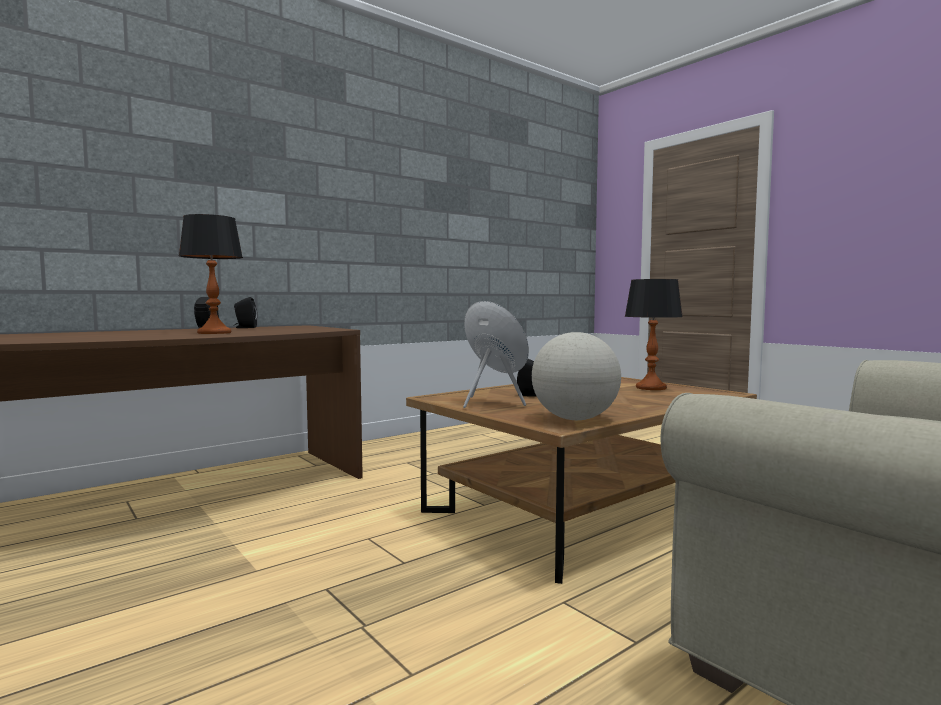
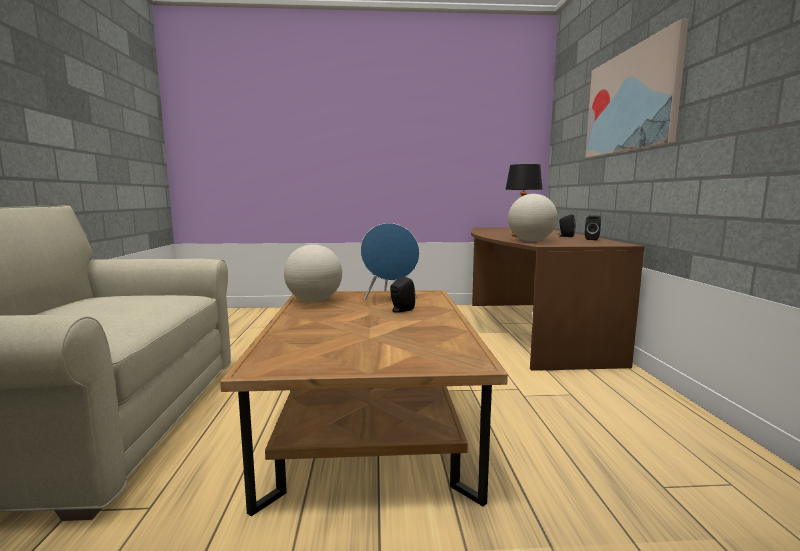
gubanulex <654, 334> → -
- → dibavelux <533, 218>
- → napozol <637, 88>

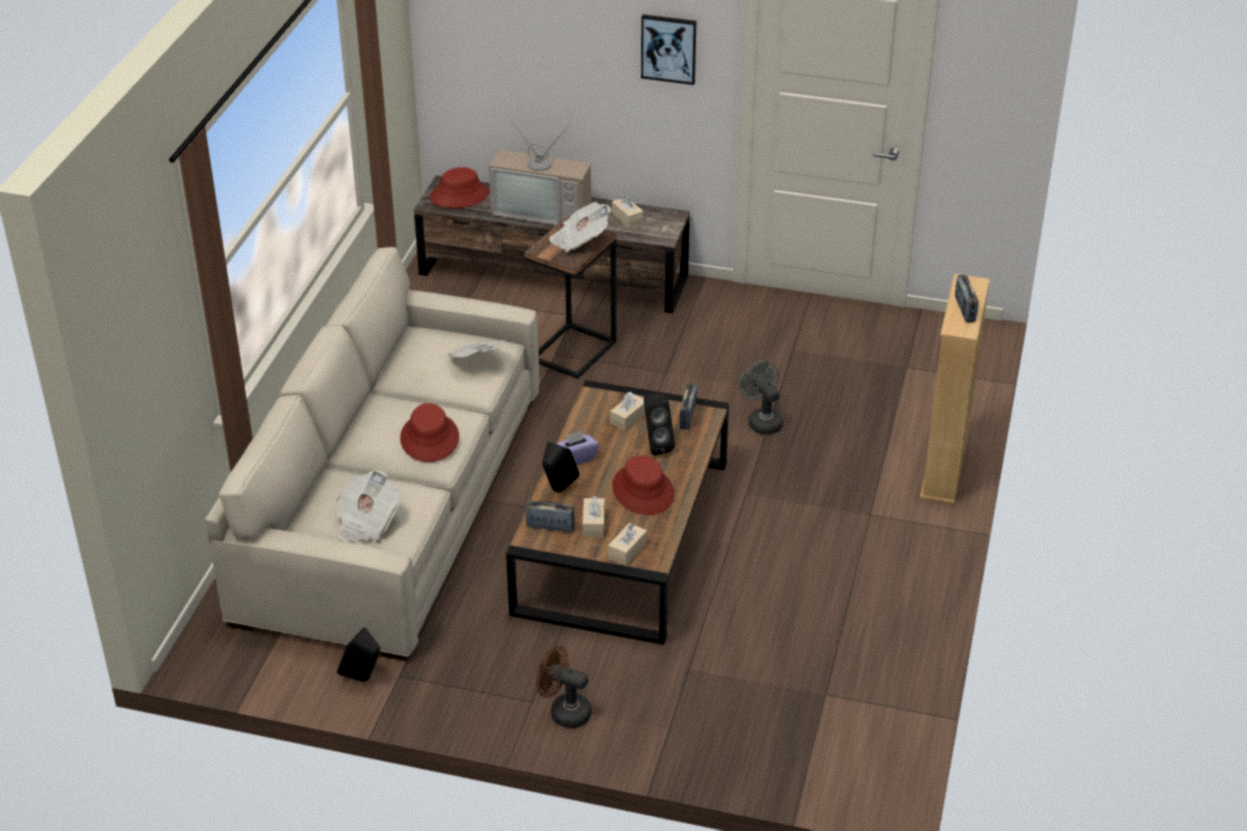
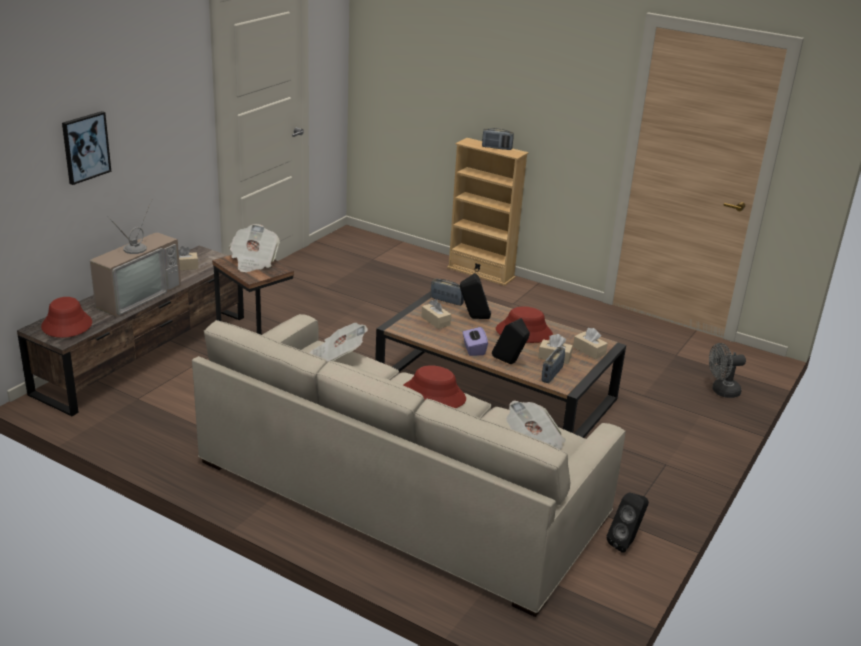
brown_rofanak <564, 686> → -
napozol <668, 49> → napozol <86, 148>, shifted
grey_rofanak <761, 398> → grey_rofanak <727, 370>, shifted

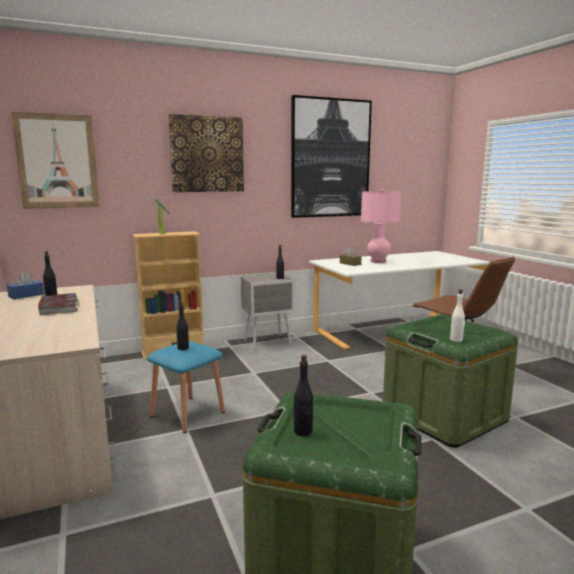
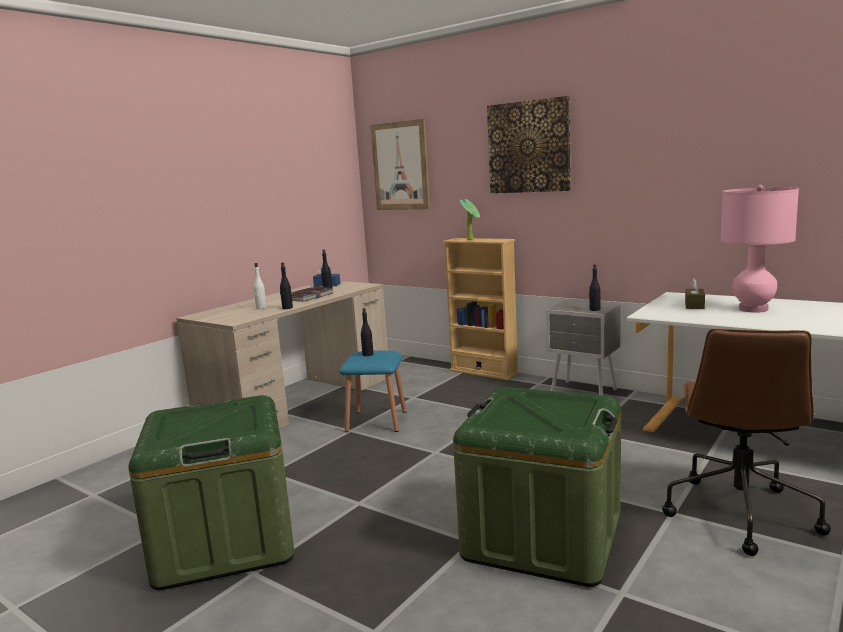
napozol <331, 156> → -
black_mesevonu <303, 395> → black_mesevonu <286, 285>, shifted
white_mesevonu <457, 315> → white_mesevonu <260, 286>, shifted

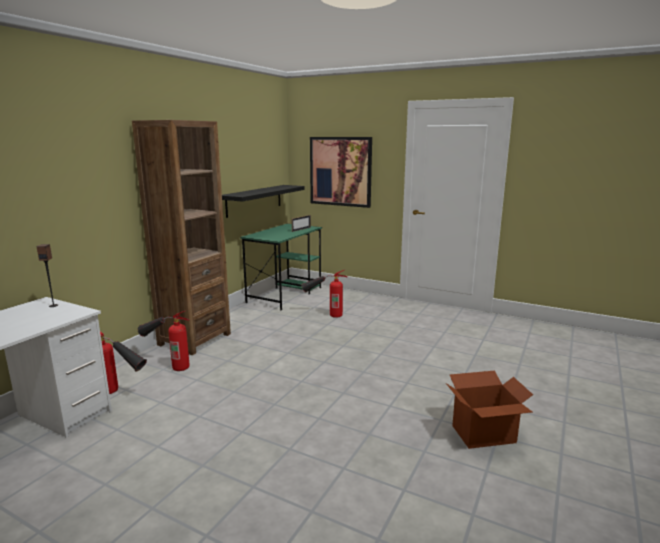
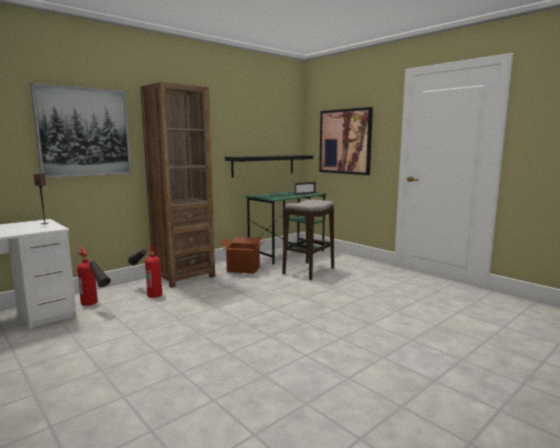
- → napozol <80, 130>
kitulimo <489, 410> → kitulimo <242, 255>, shifted
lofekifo <324, 294> → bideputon <308, 240>

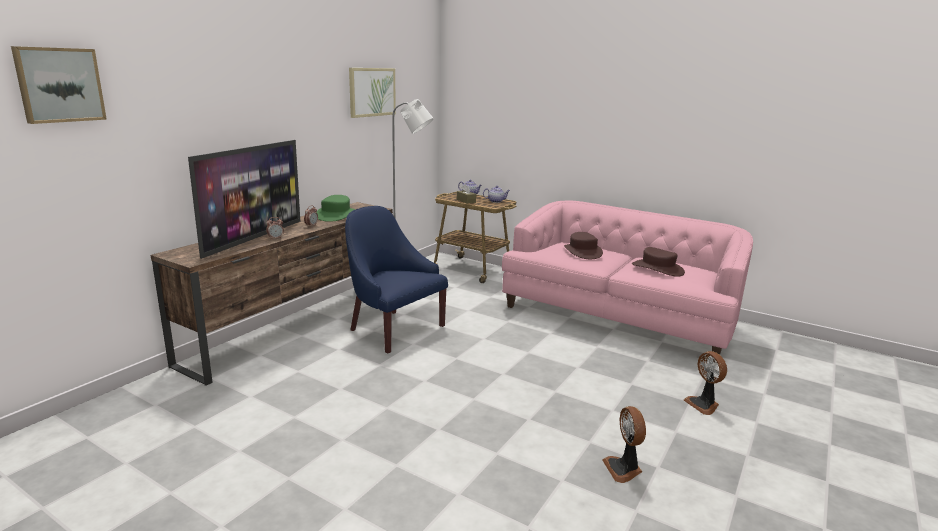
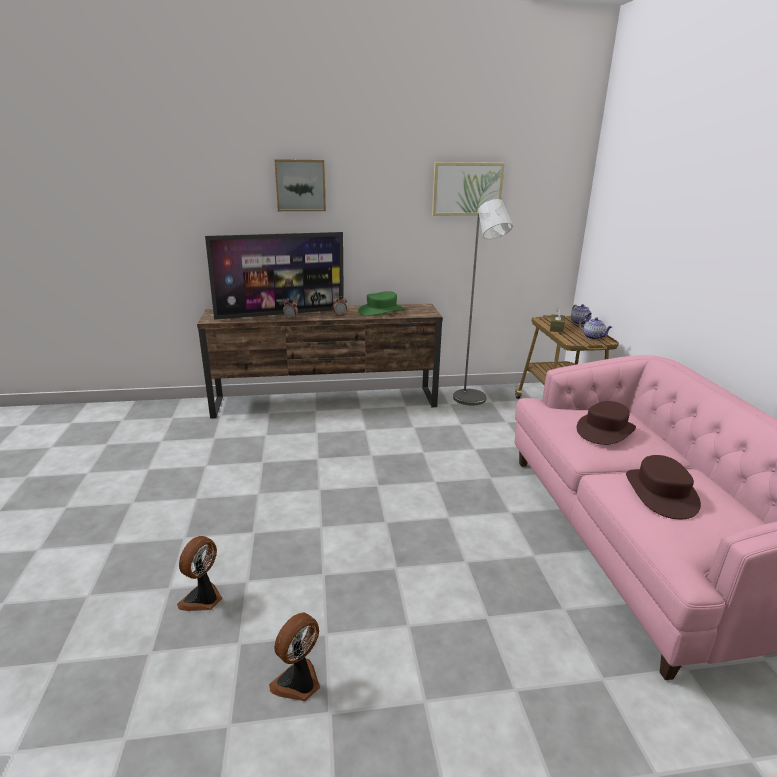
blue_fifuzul <396, 280> → -
napozol <59, 85> → napozol <300, 185>, shifted
rofanak <705, 383> → rofanak <199, 573>, shifted

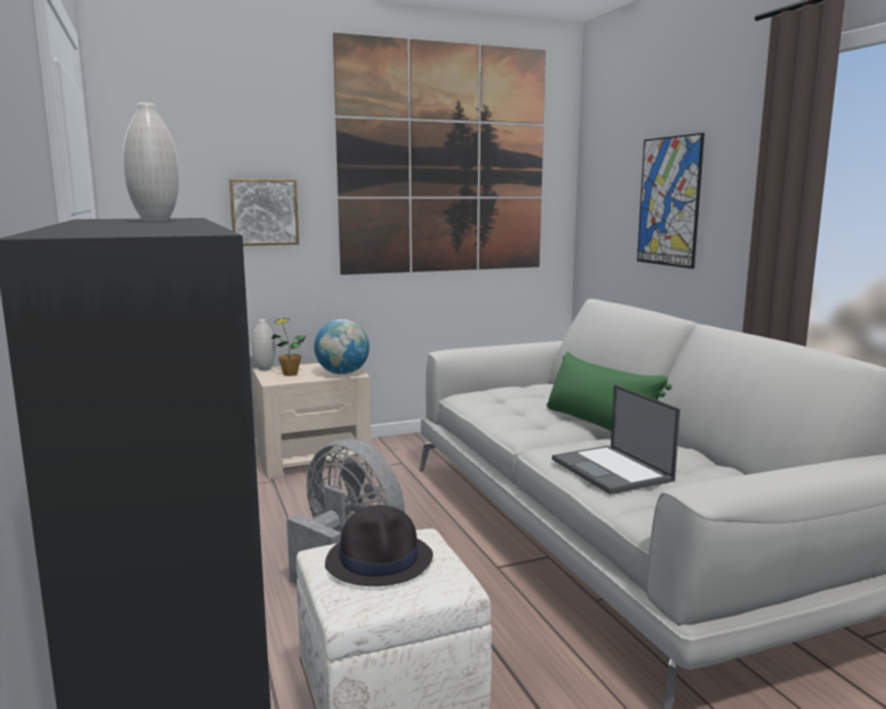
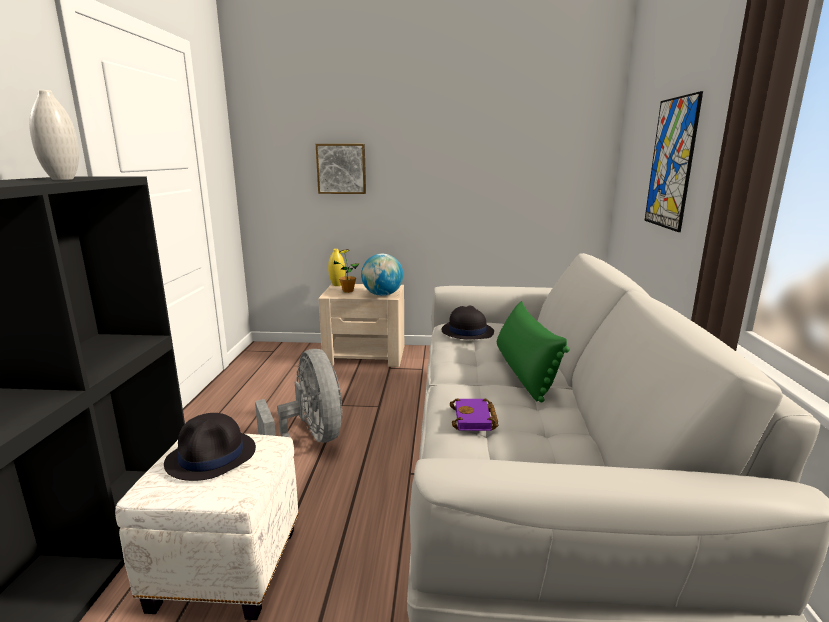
napozol <439, 154> → -
- → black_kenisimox <467, 323>
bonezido <616, 440> → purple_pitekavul <474, 414>
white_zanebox <263, 345> → yellow_zanebox <336, 267>

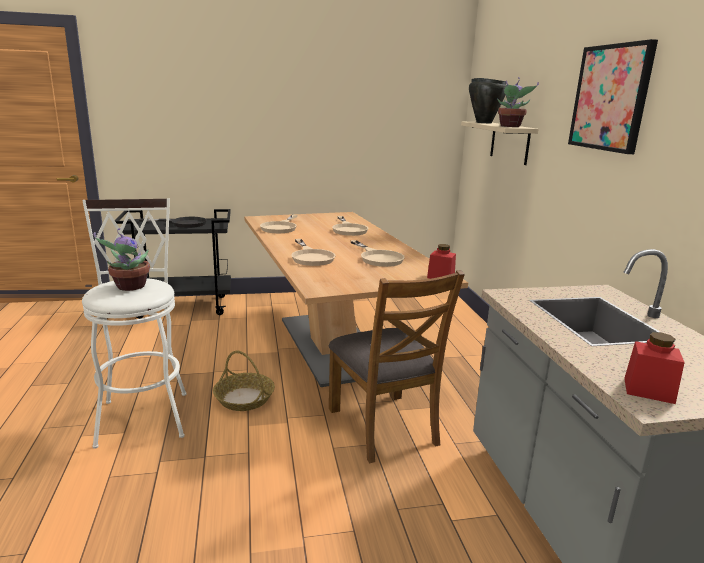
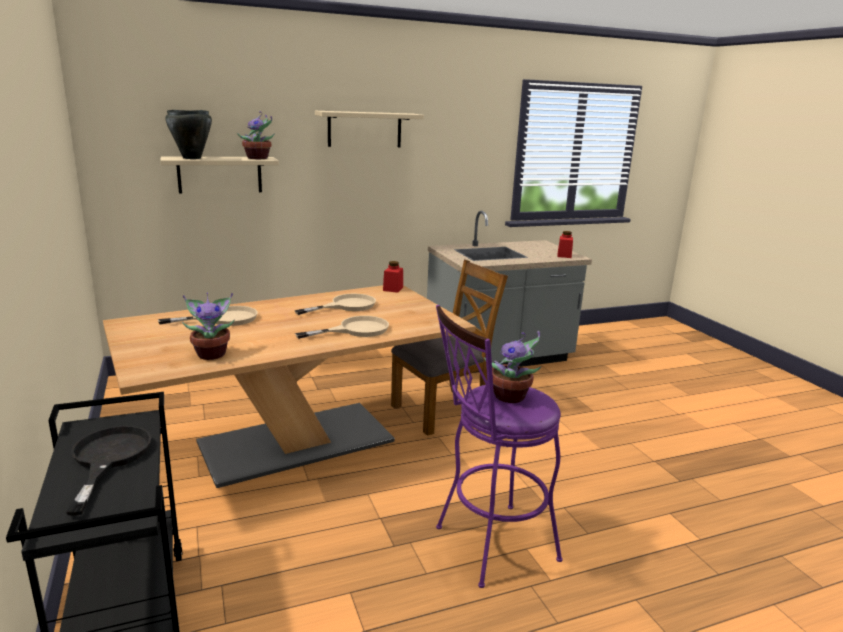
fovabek <244, 381> → -
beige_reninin <278, 224> → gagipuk <208, 326>
napozol <613, 96> → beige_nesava <369, 129>
white_bideputon <134, 324> → purple_bideputon <499, 446>

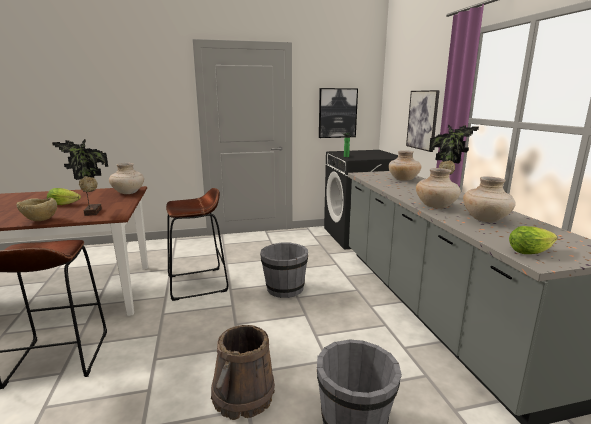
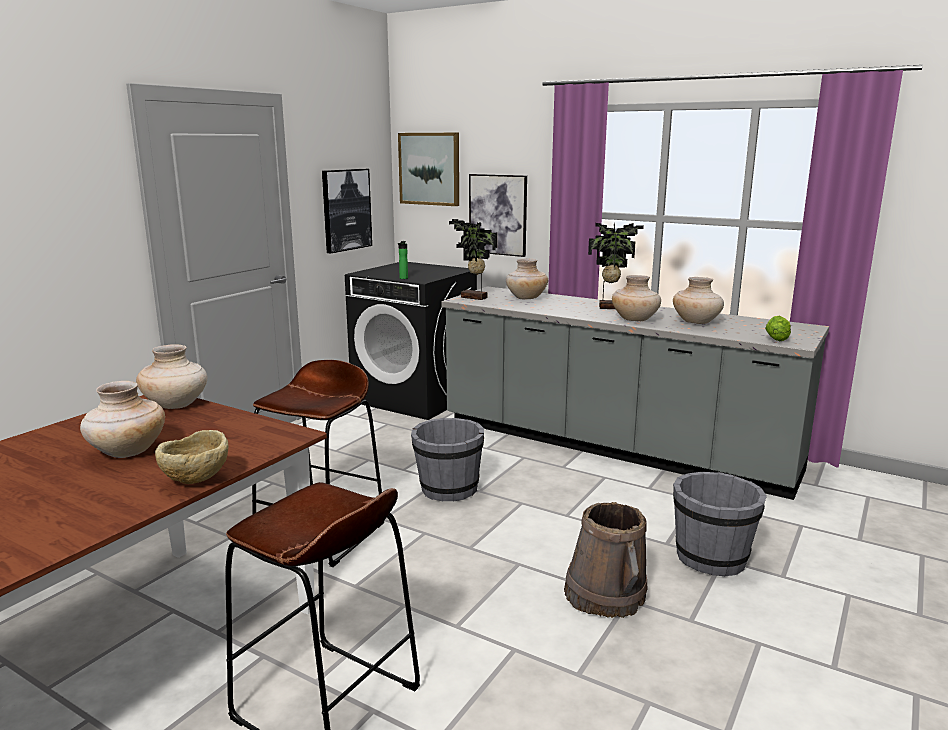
- → napozol <428, 169>
gagipuk <80, 177> → gagipuk <473, 259>, shifted
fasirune <64, 196> → beige_zanebox <122, 419>

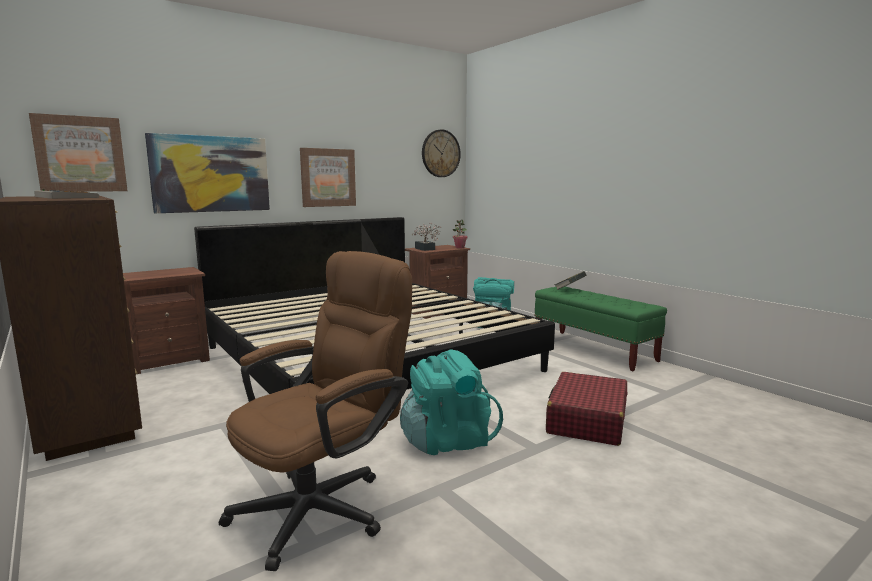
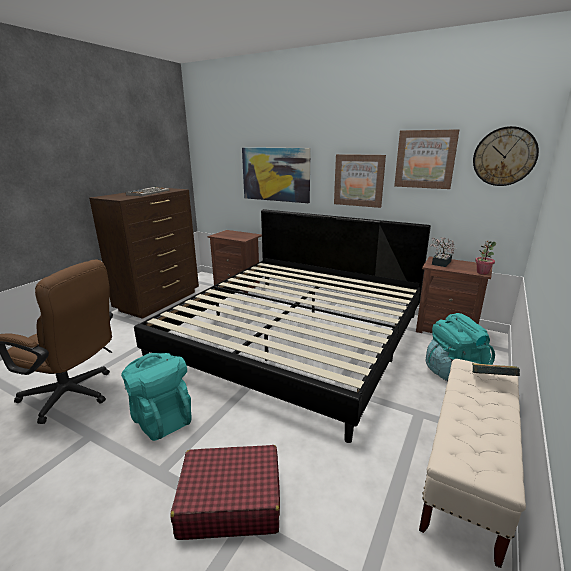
napozol <78, 152> → napozol <426, 159>, shifted
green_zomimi <600, 329> → beige_zomimi <472, 463>

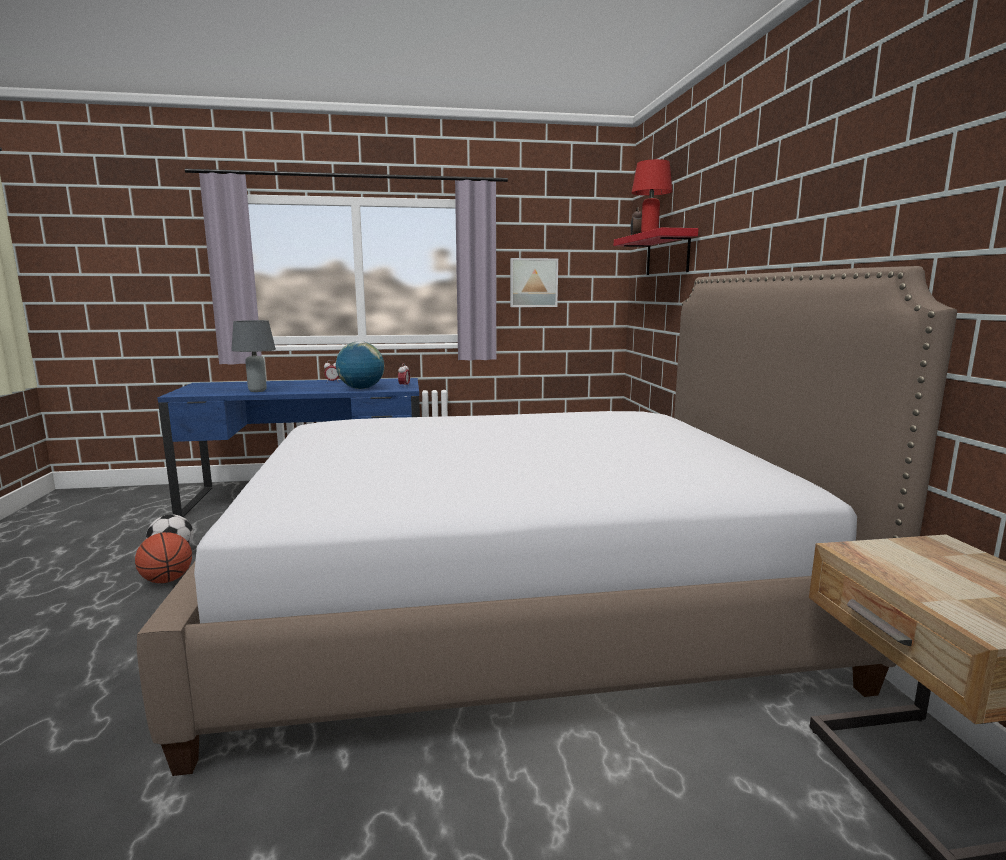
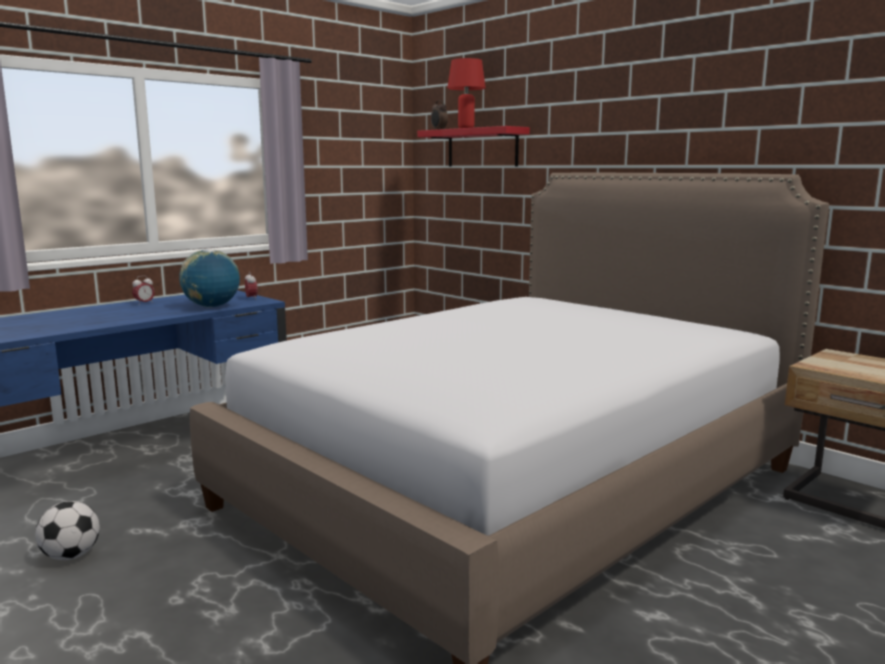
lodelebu <163, 557> → -
grey_gubanulex <253, 356> → -
napozol <534, 282> → -

